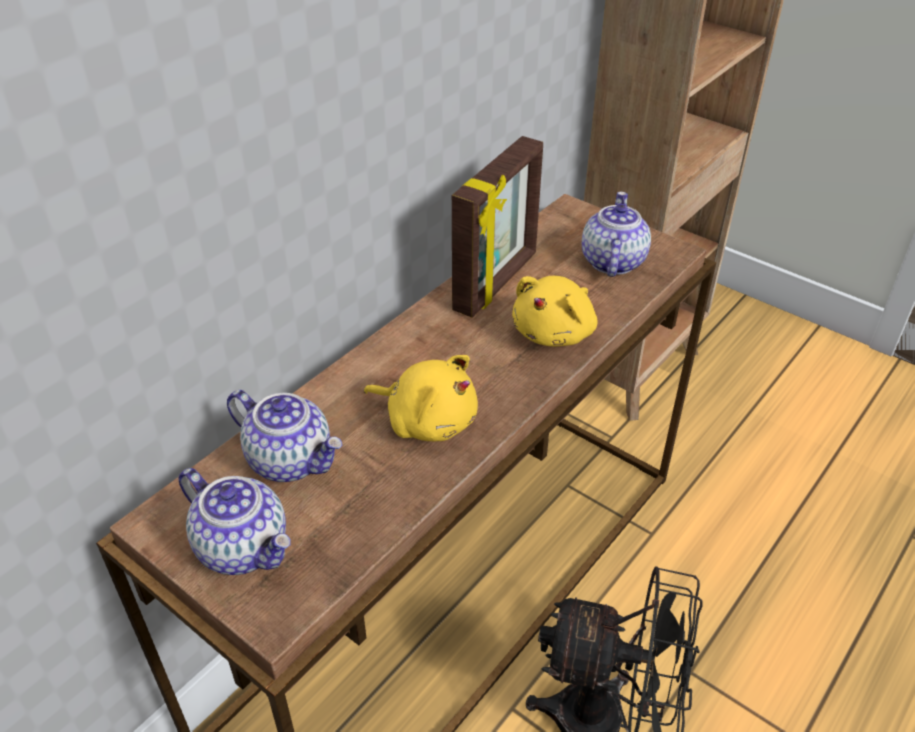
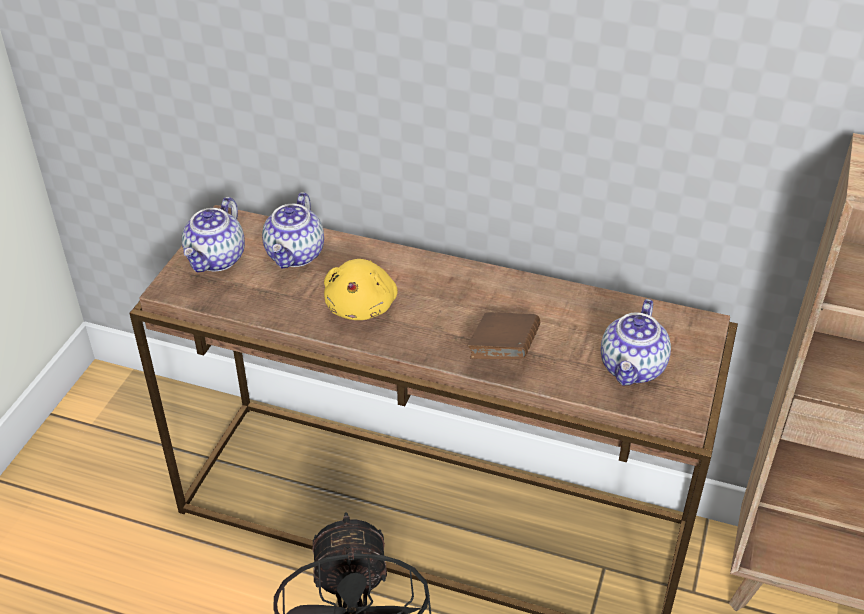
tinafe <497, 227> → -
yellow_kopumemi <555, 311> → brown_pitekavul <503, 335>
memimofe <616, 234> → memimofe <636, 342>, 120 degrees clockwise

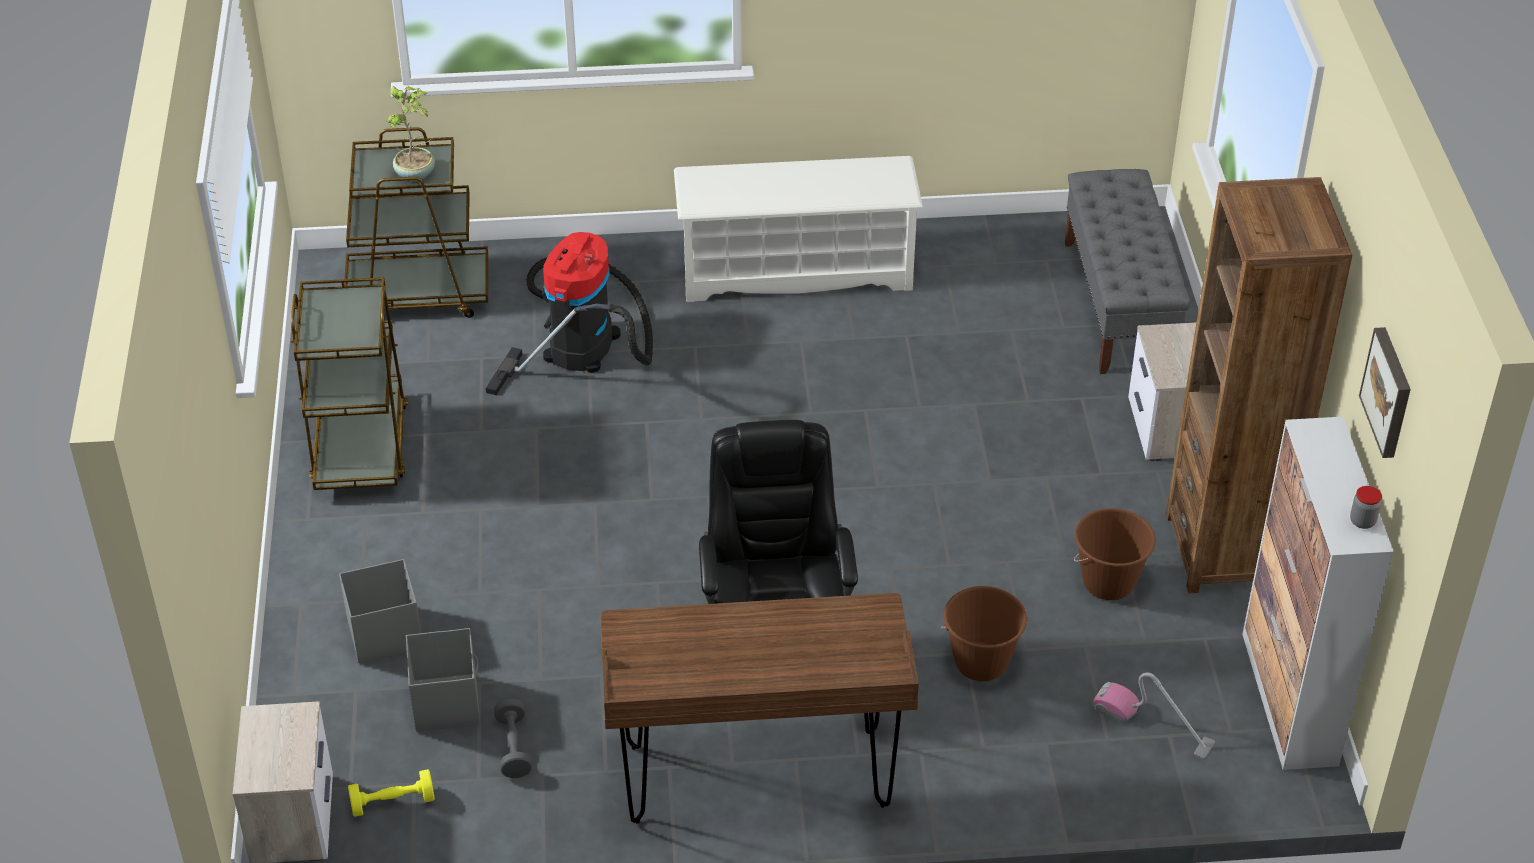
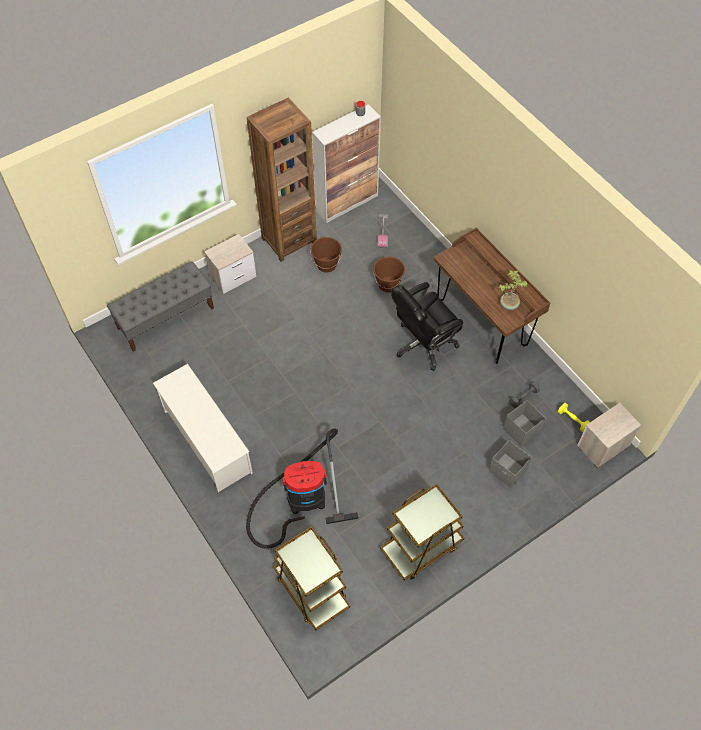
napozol <1385, 392> → -
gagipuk <410, 133> → gagipuk <513, 290>, shifted

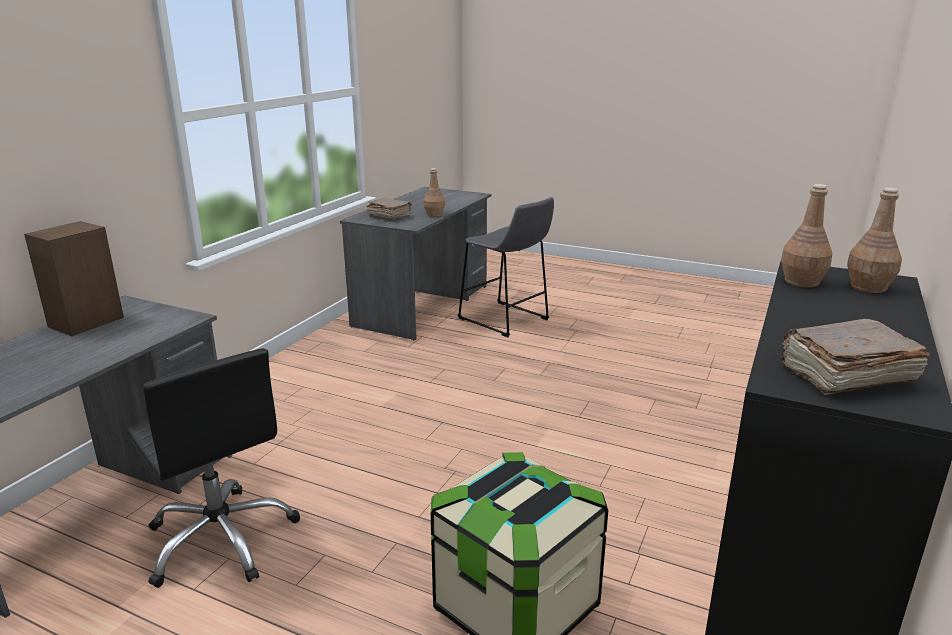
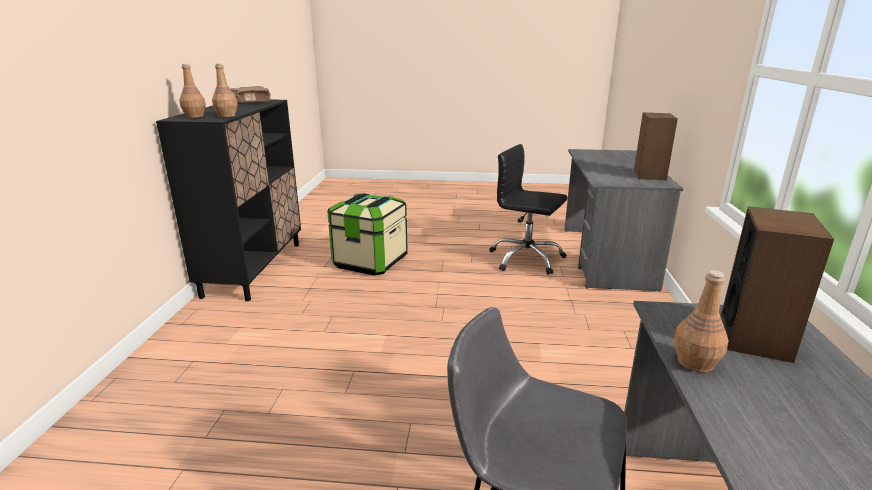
brown_pitekavul <389, 209> → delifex <777, 284>

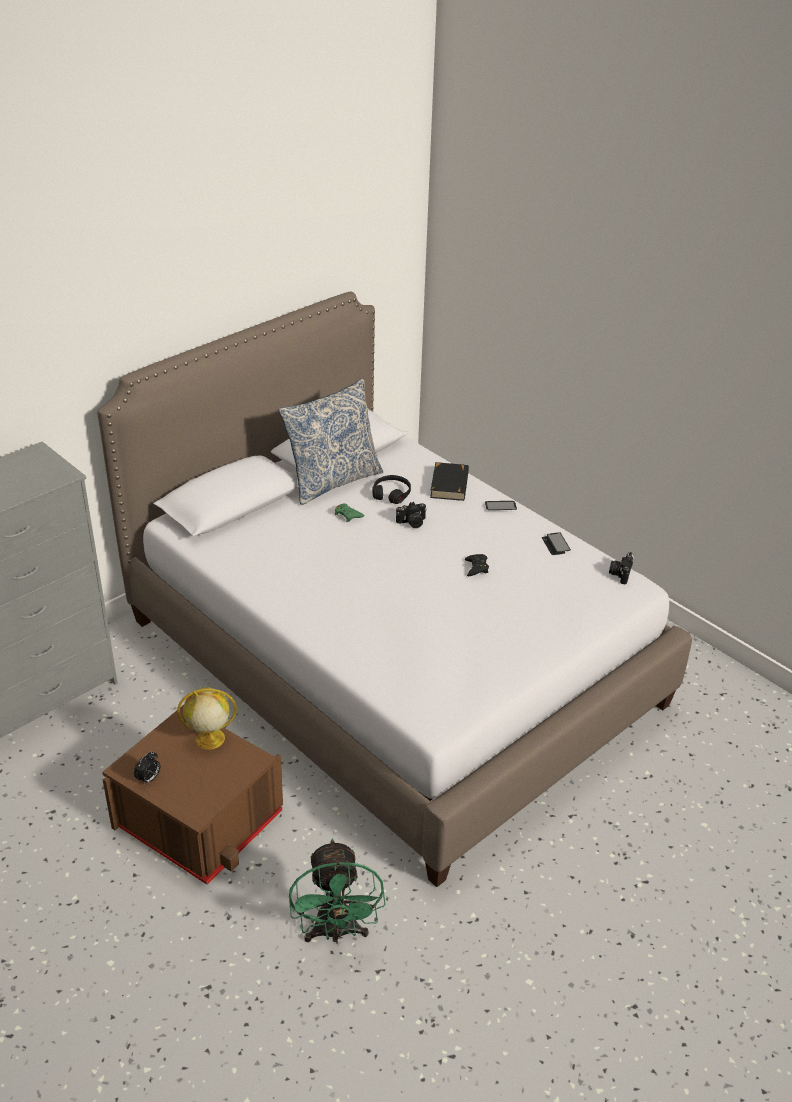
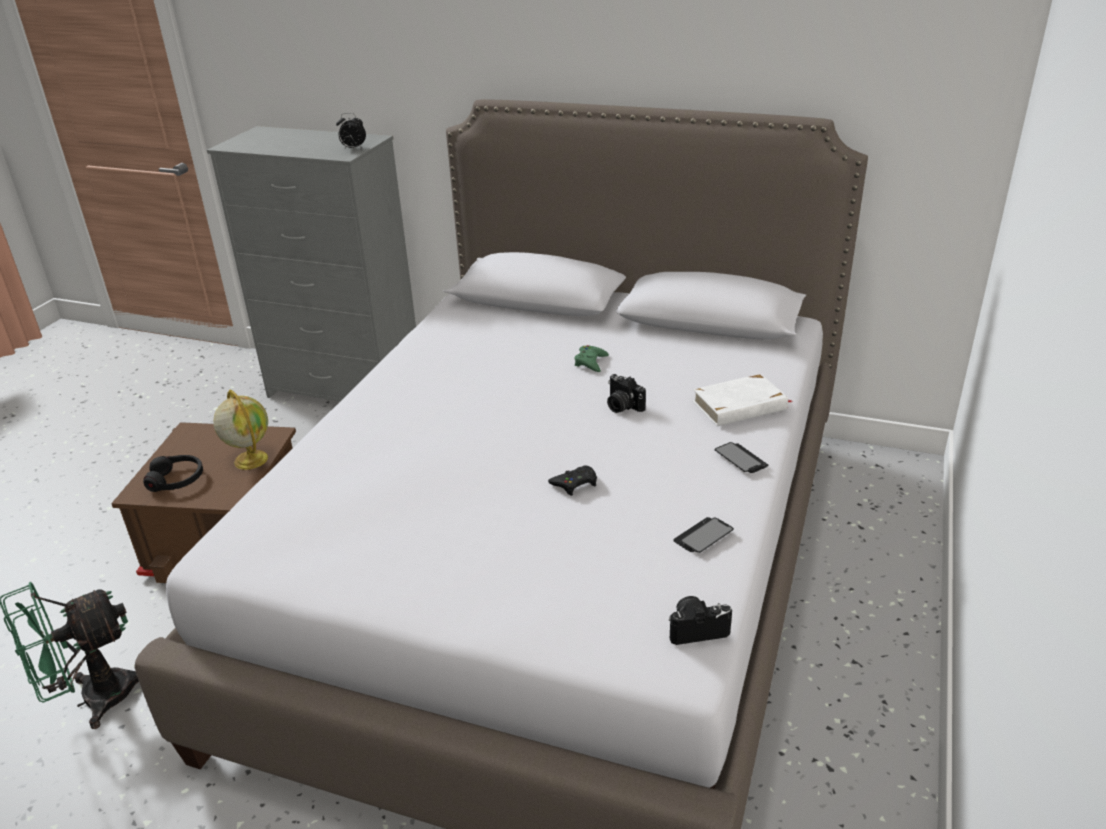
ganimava <331, 441> → -
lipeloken <147, 768> → lipeloken <351, 130>, shifted
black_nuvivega <391, 489> → black_nuvivega <173, 473>, shifted
black_pitekavul <449, 481> → white_pitekavul <742, 400>

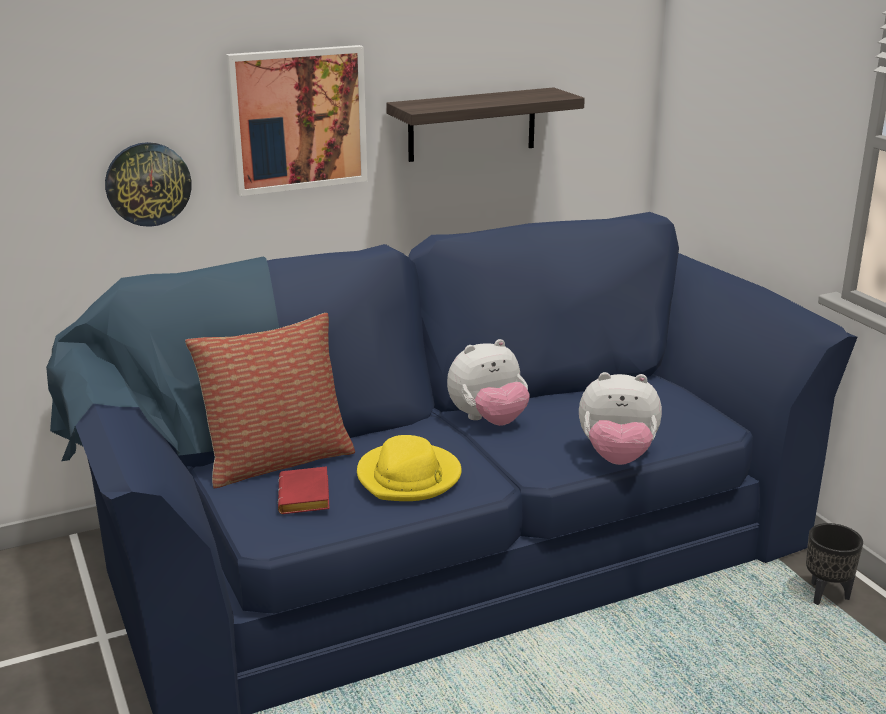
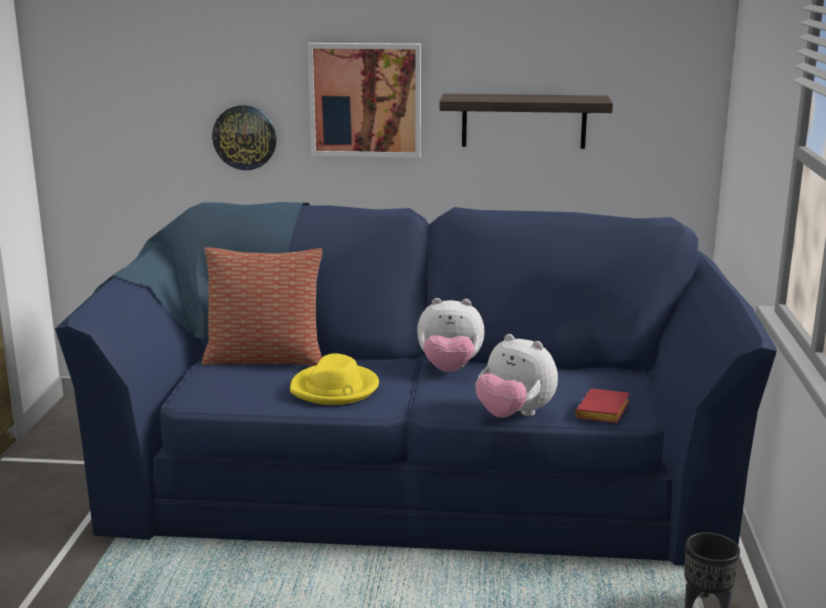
red_pitekavul <304, 490> → red_pitekavul <602, 406>, shifted

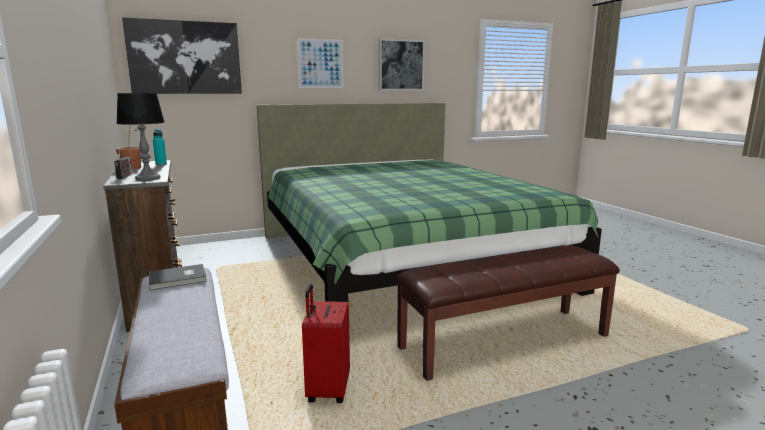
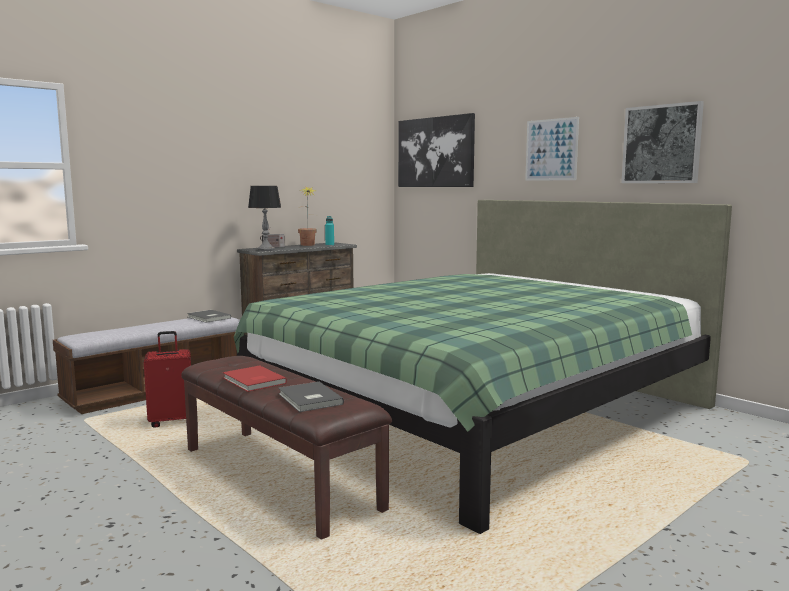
- → red_pitekavul <255, 379>
- → grey_pitekavul <311, 396>

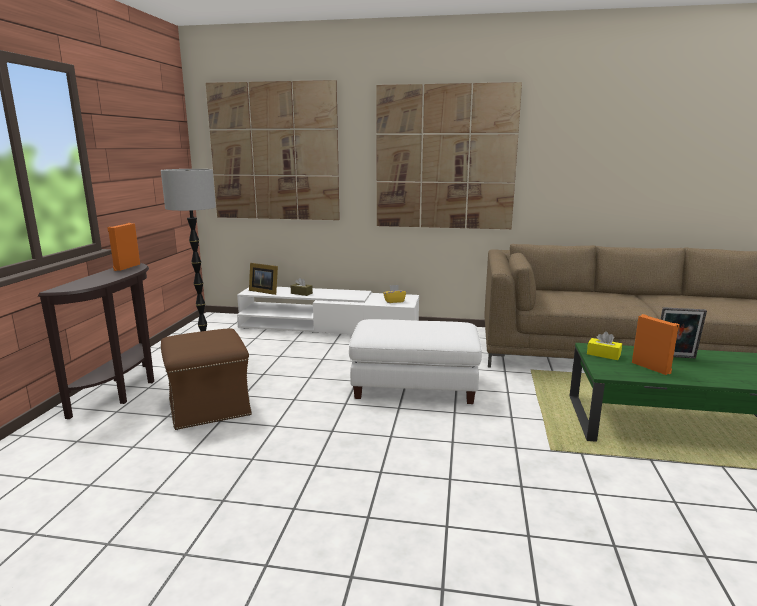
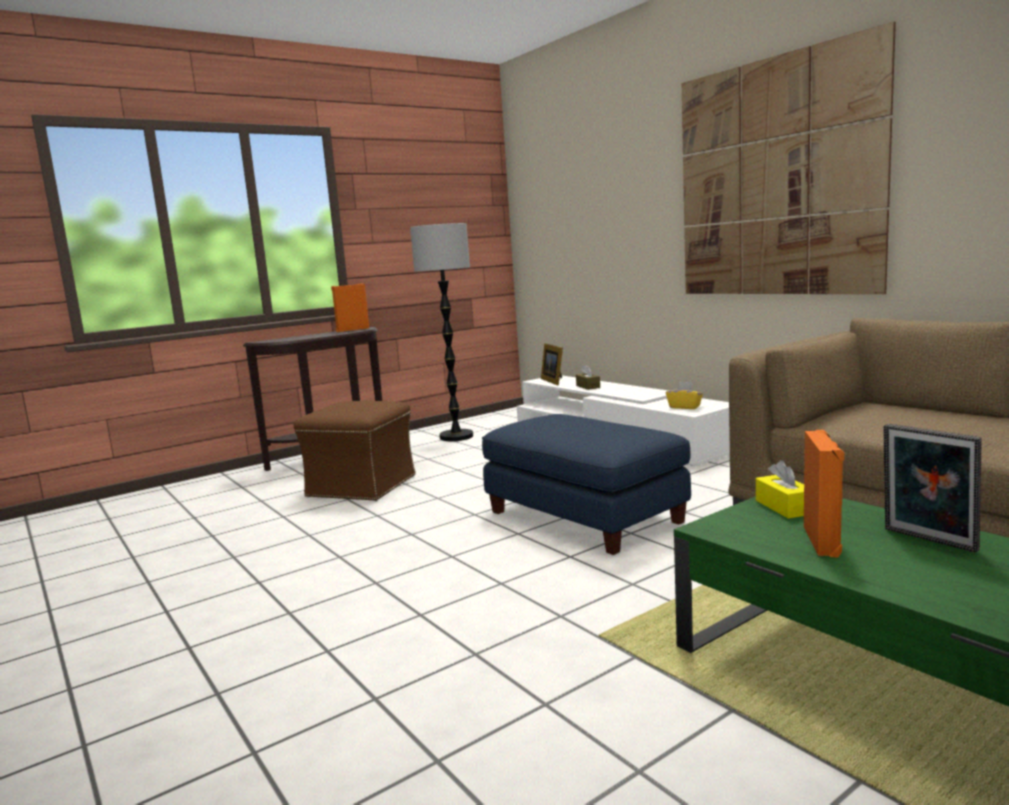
napozol <273, 150> → -
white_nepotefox <415, 361> → blue_nepotefox <586, 484>

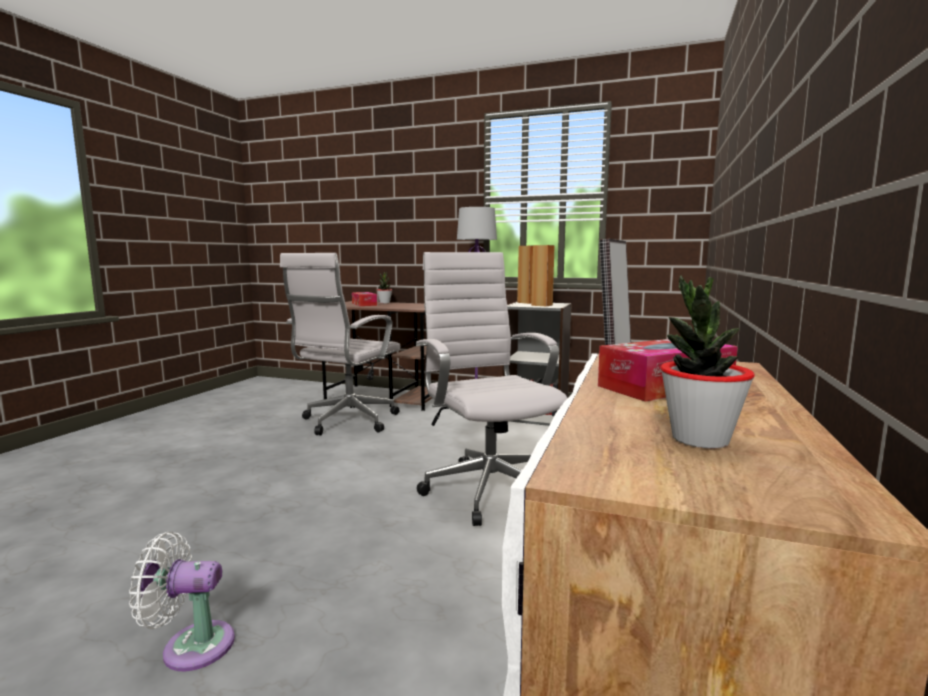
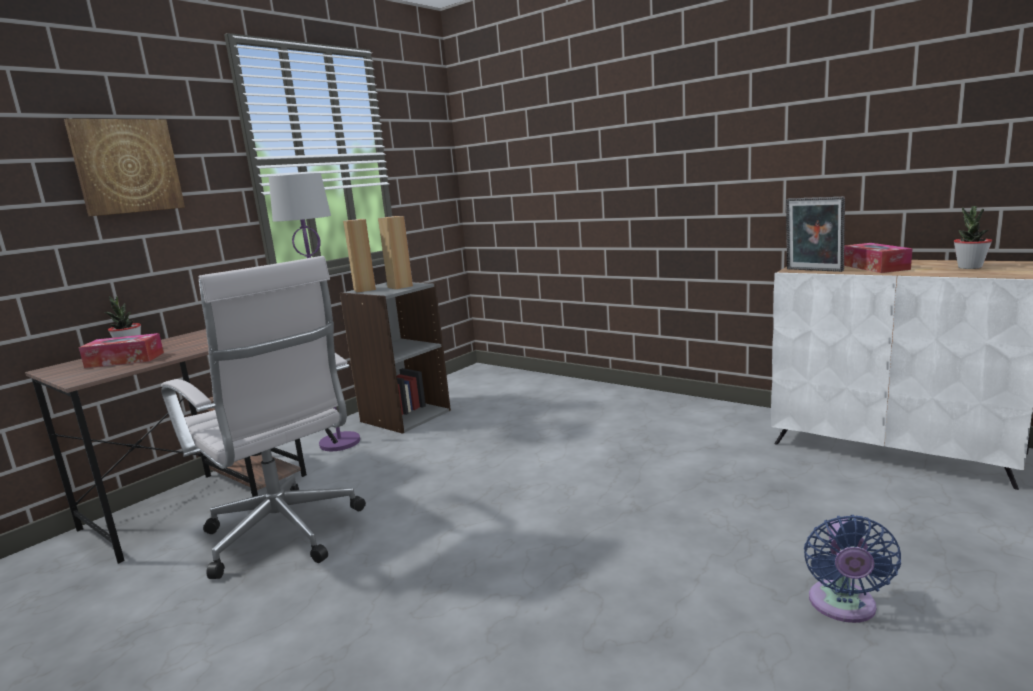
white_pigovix <491, 389> → -
- → napozol <124, 167>
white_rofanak <182, 601> → blue_rofanak <852, 569>

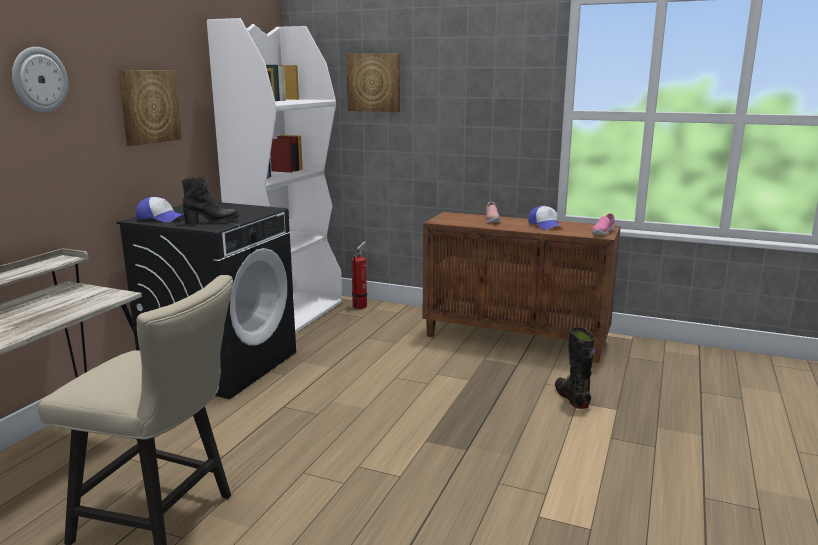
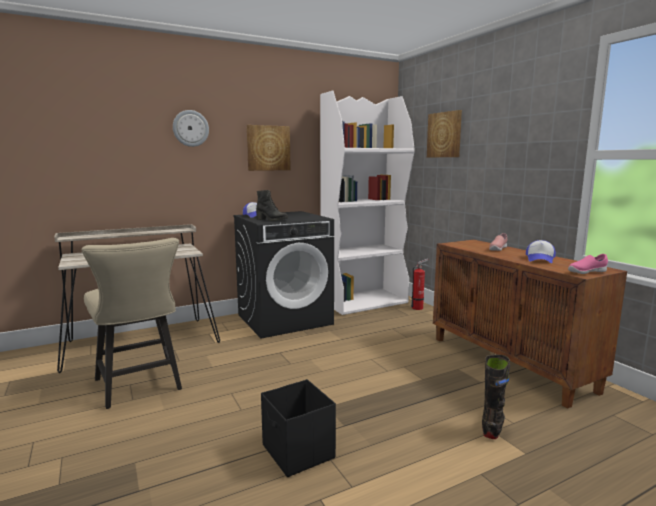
- → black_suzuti <298, 428>

